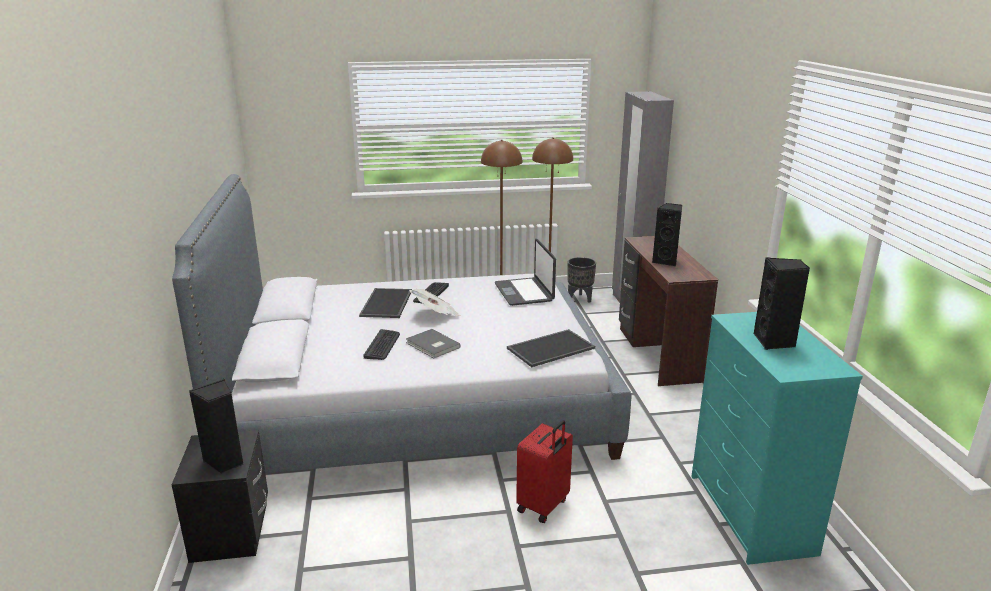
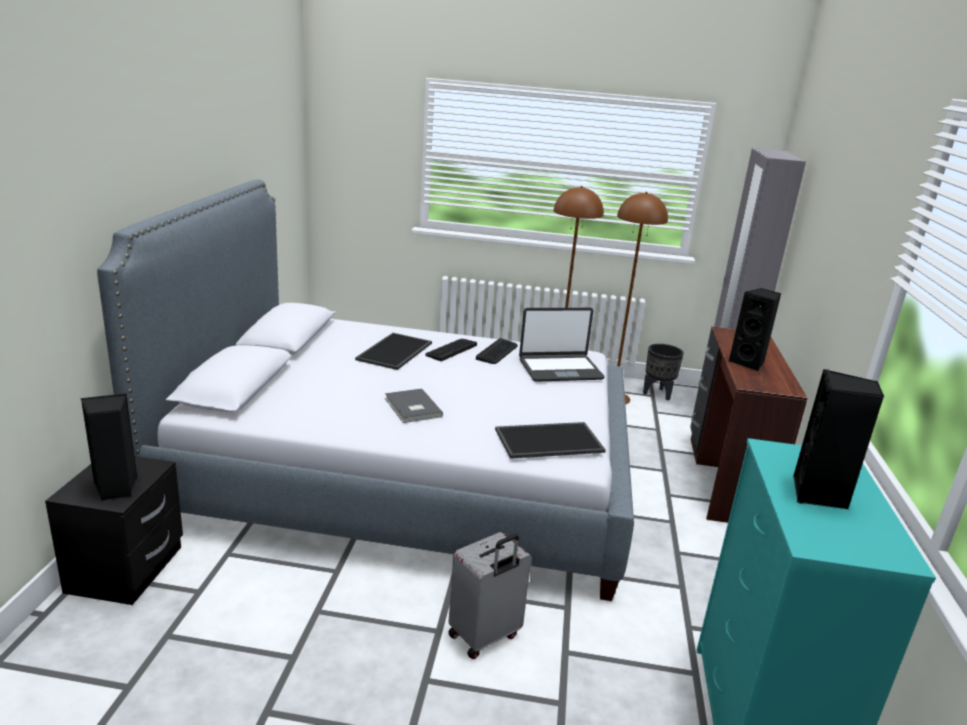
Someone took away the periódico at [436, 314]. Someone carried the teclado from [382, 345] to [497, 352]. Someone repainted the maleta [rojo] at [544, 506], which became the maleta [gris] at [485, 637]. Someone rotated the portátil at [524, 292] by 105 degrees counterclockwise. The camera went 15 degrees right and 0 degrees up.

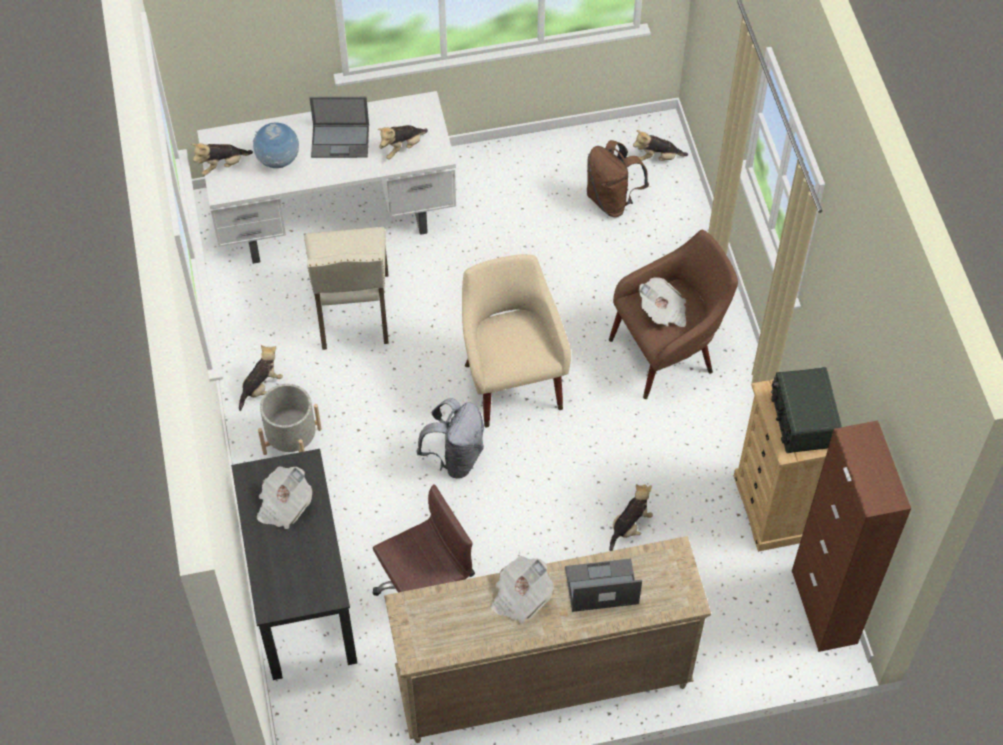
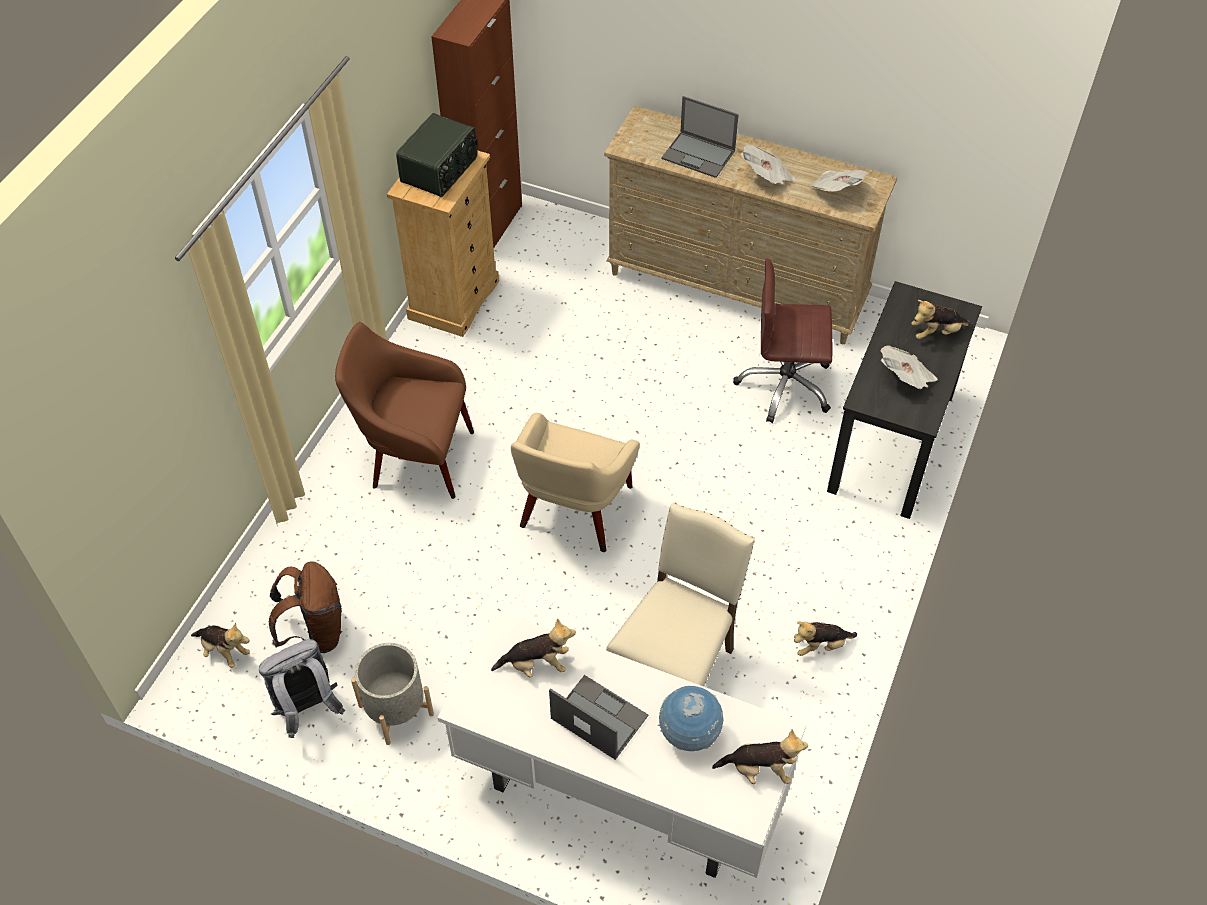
Someone carried the maceta [gris] from [292, 441] to [396, 710]. Someone carried the mochila [gris] from [455, 457] to [307, 709]. Someone carried the peluche from [630, 526] to [936, 332]. Someone carried the periódico from [663, 312] to [836, 190]. The camera went 145 degrees left and 5 degrees down.

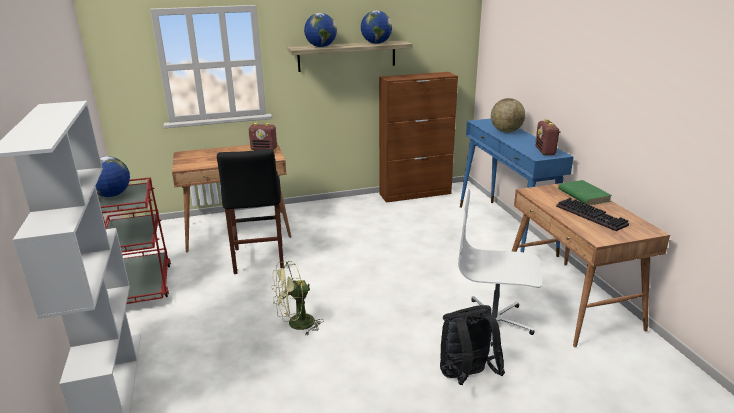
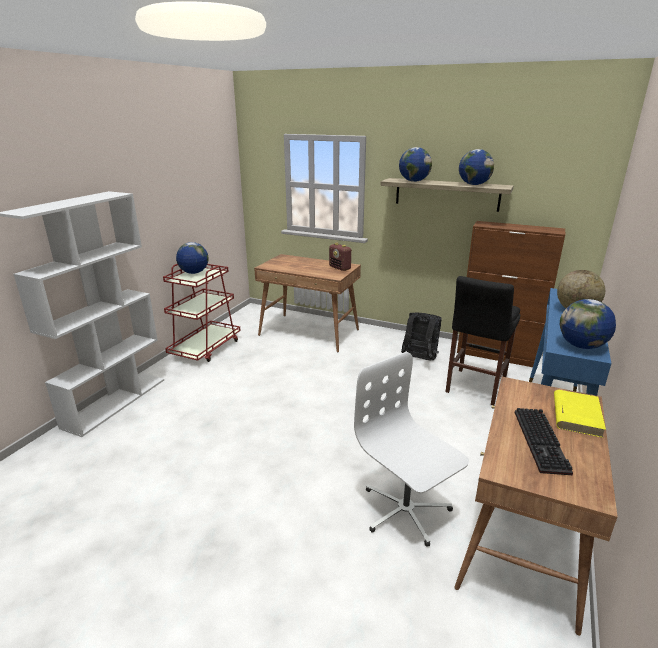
Someone took away the ventilador [verde] at [296, 325]. Someone carried the taburete [negro] from [258, 260] to [474, 388]. Someone carried the mochila [negro] from [466, 376] to [419, 359]. Someone swapped the radio at [545, 151] for the globo terráqueo at [581, 346]. Someone repainted the libro [verde] at [583, 195], which became the libro [amarillo] at [576, 415]. The camera went 40 degrees right and 0 degrees up.

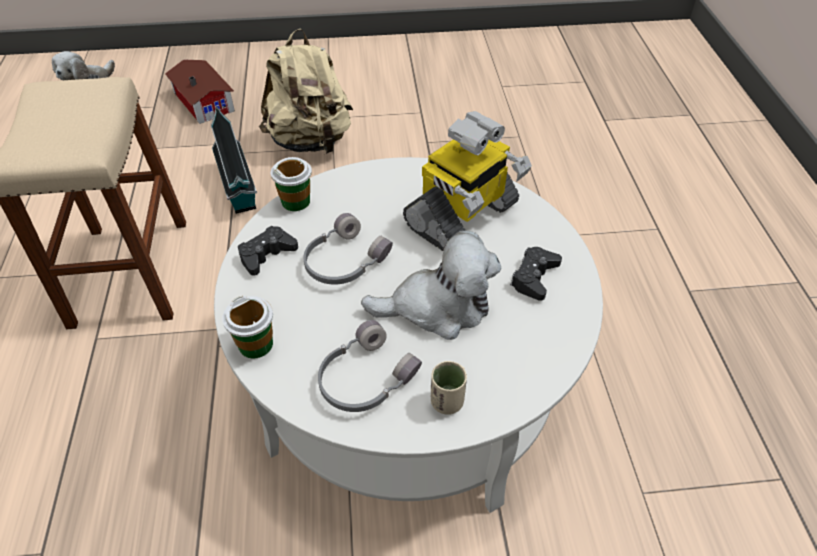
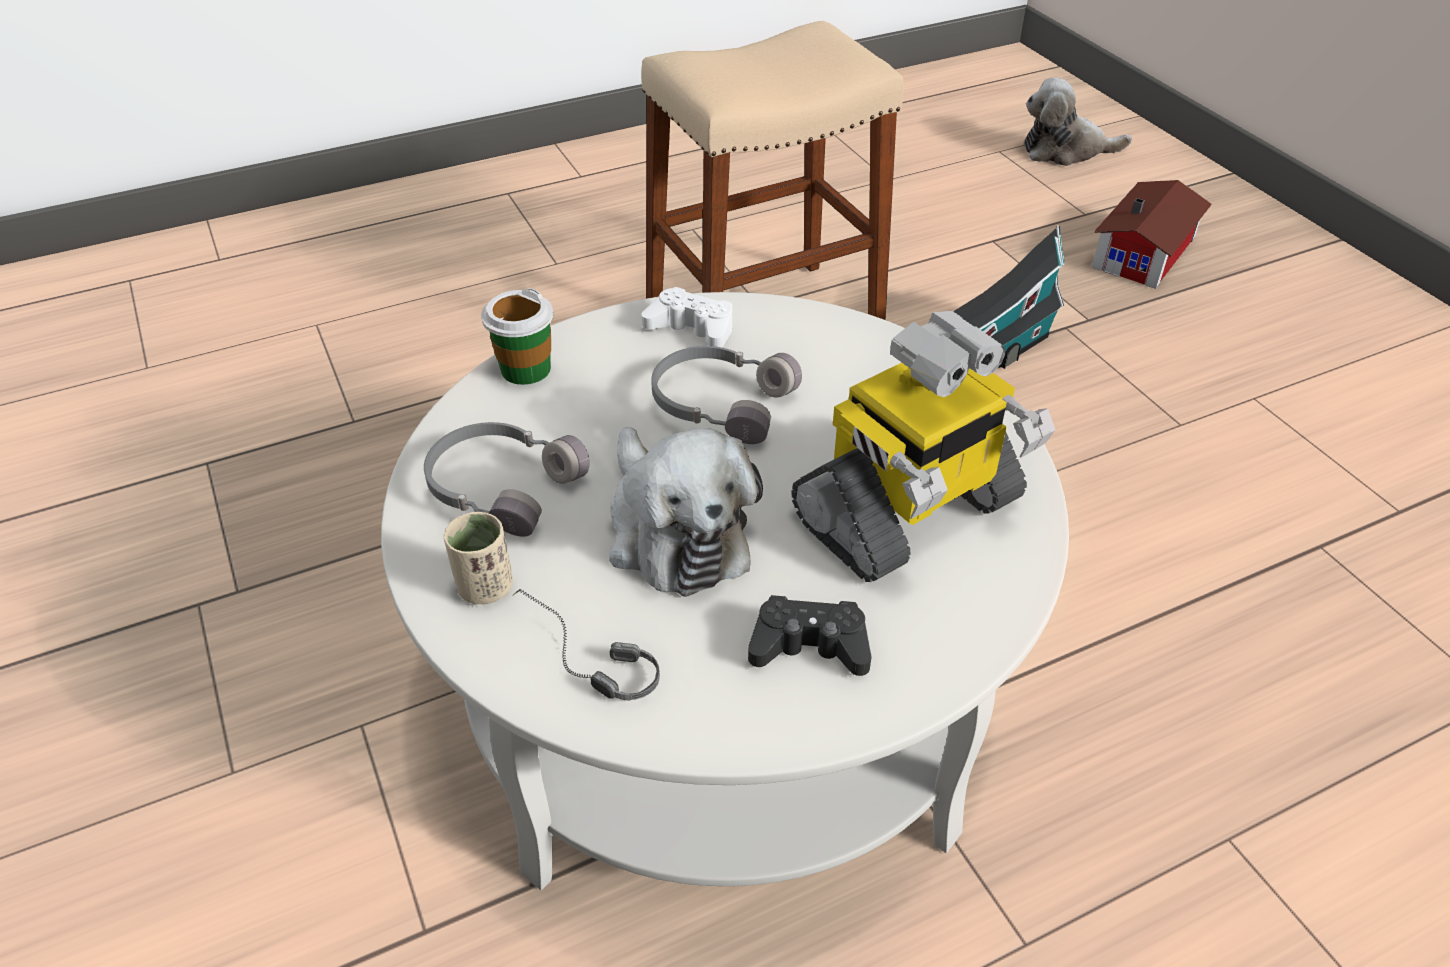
Someone took away the mochila [beis] at [310, 141]. Someone took away the taza at [296, 201]. Someone put down the auriculares at [580, 661]. Someone repainted the mando de consola [negro] at [266, 255], which became the mando de consola [blanco] at [692, 328]. Someone rotated the robot de juguete at [462, 217] by 60 degrees counterclockwise. The camera went 70 degrees right and 5 degrees down.

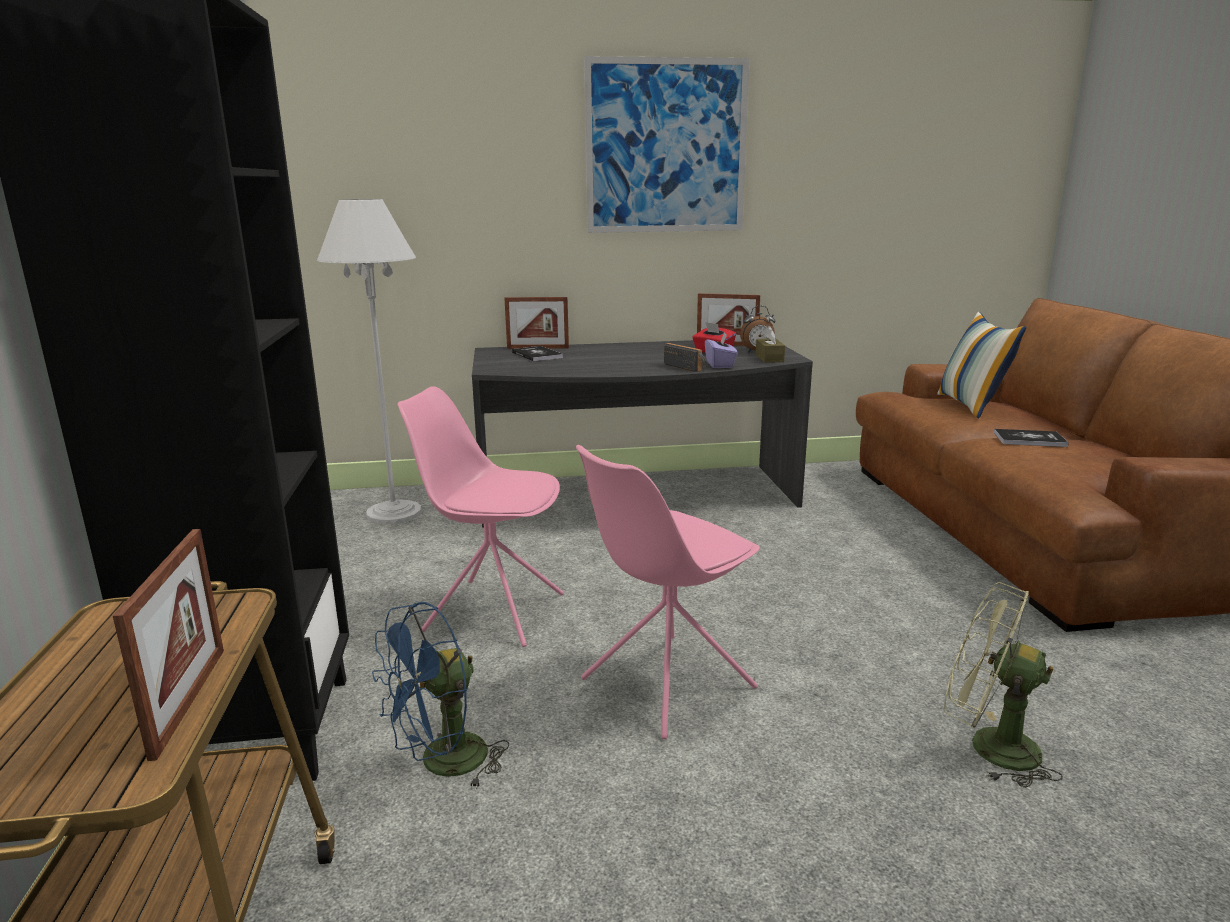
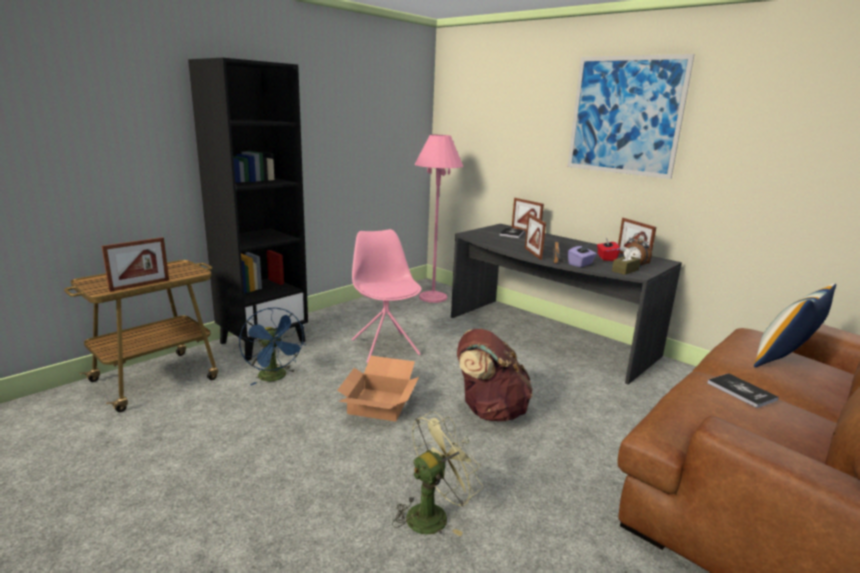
Someone put down the mochila [marrón] at [489, 411]. Someone put down the portarretratos at [532, 253]. Someone swapped the silla [rosa] at [665, 684] for the caja de cartón at [378, 403]. Someone repainted the lámpara de pie [blanco] at [394, 513], which became the lámpara de pie [rosa] at [433, 297]. Someone rotated the ventilador [azul] at [442, 764] by 135 degrees counterclockwise. Someone rotated the ventilador [verde] at [988, 746] by 60 degrees clockwise. The camera went 50 degrees right and 0 degrees up.

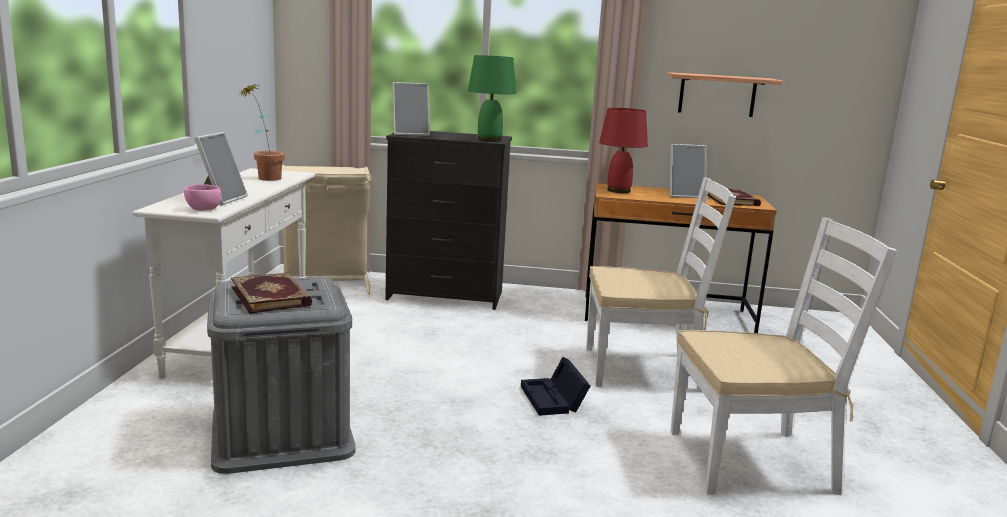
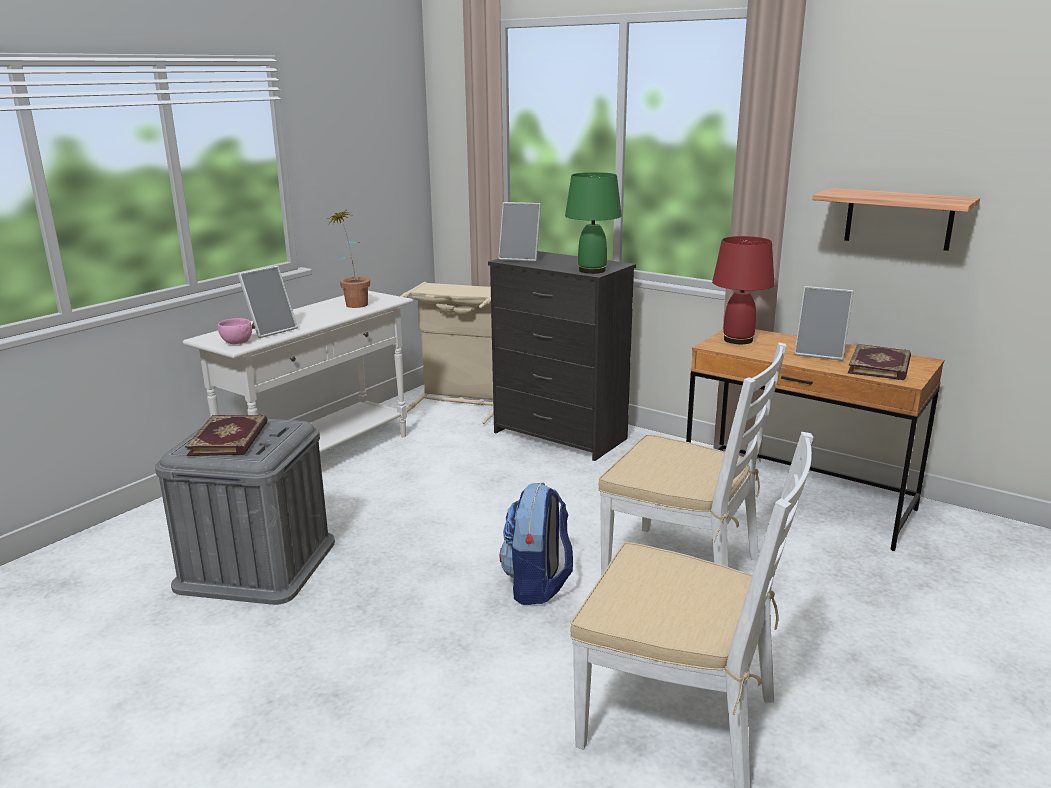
Someone swapped the caja de almacenaje [negro] at [554, 399] for the mochila at [537, 585]. The camera went 30 degrees right and 5 degrees up.

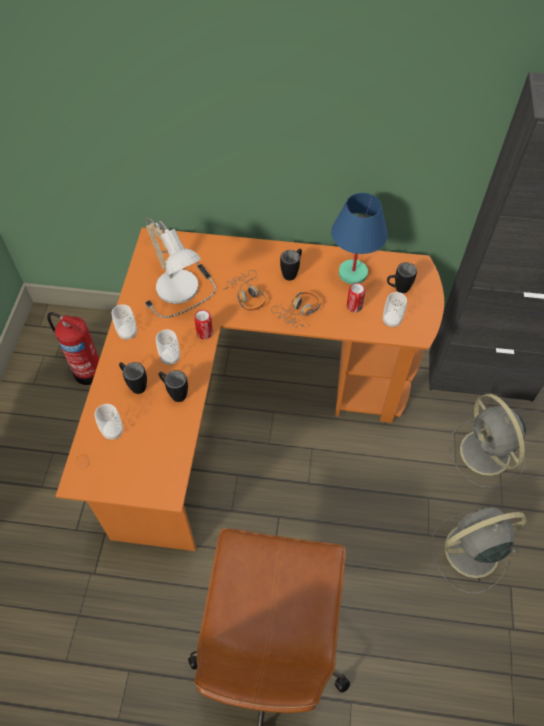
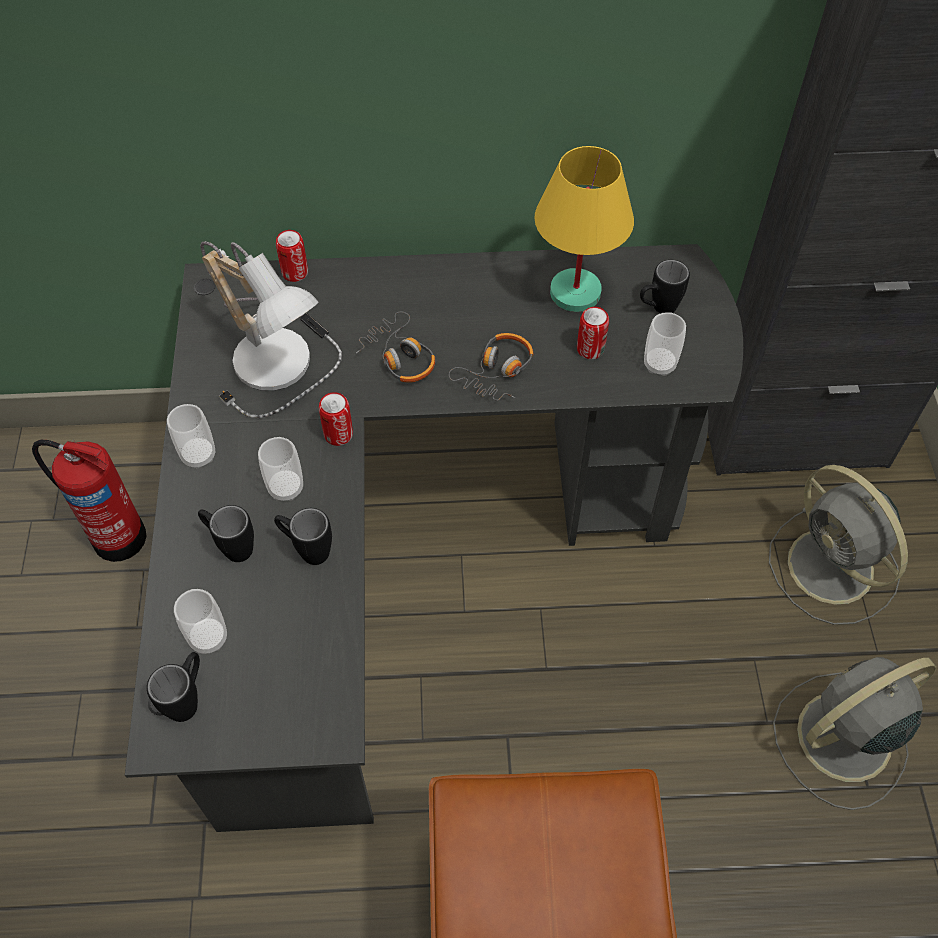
Someone put down the lata at [295, 272]. Someone carried the taza grande [negro] from [292, 272] to [188, 698]. Someone repainted the escritorio [naranja] at [244, 407], which became the escritorio [negro] at [409, 555]. Someone repainted the lámpara de mesa [azul] at [352, 274], which became the lámpara de mesa [amarillo] at [575, 293]. The camera went 10 degrees left and 0 degrees up.

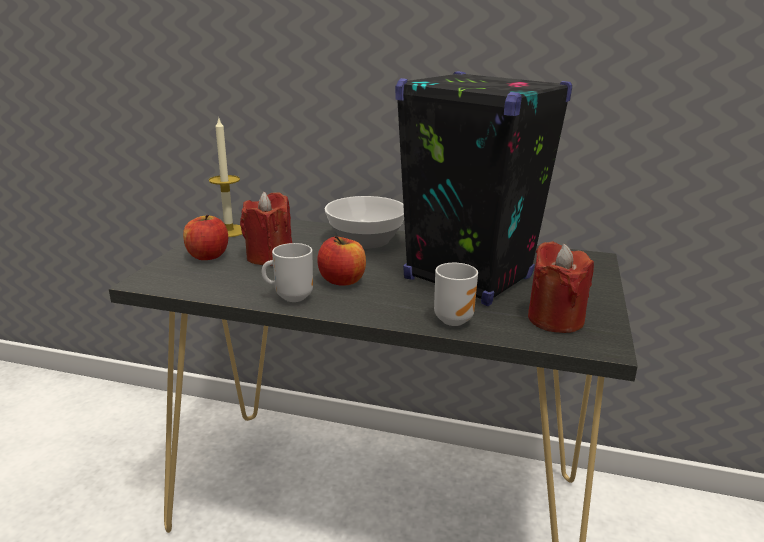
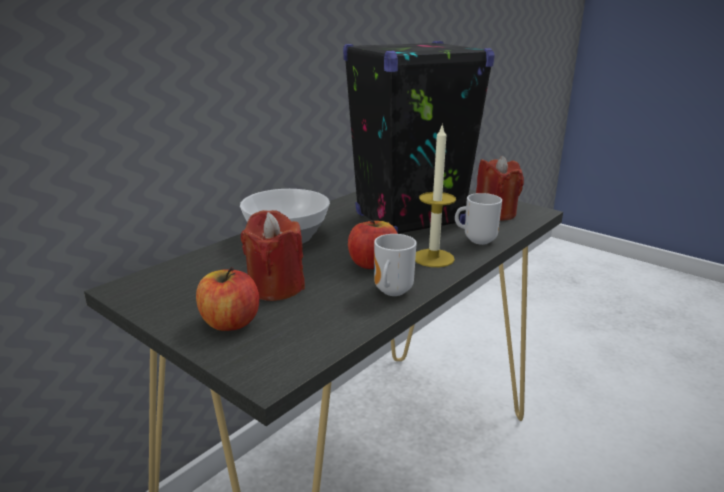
Someone carried the vela from [229, 231] to [433, 258]. The camera went 65 degrees left and 0 degrees up.

